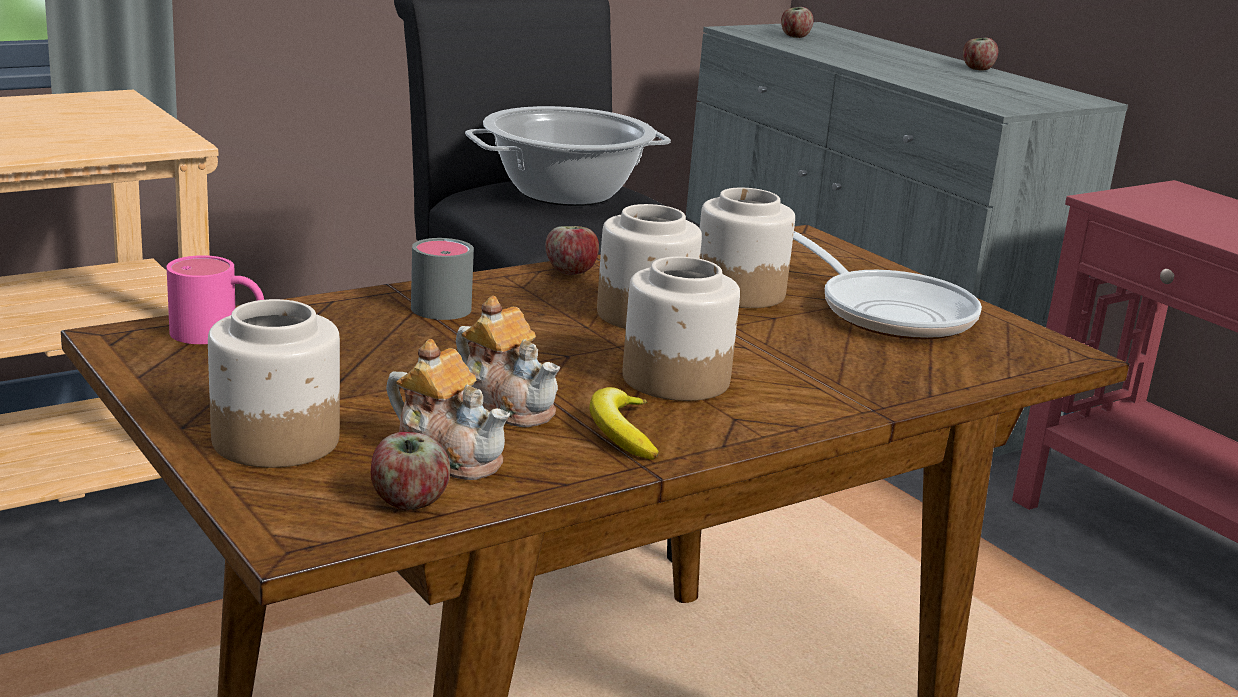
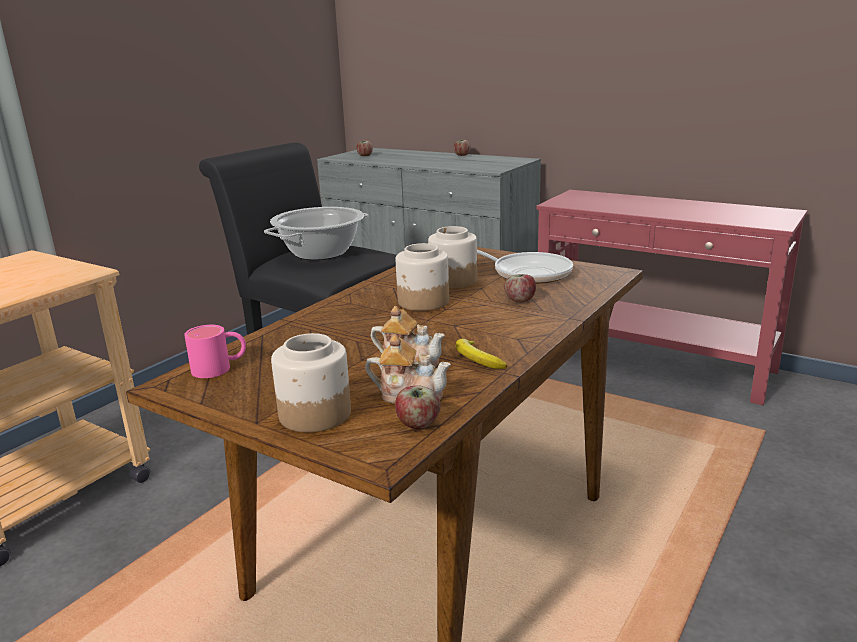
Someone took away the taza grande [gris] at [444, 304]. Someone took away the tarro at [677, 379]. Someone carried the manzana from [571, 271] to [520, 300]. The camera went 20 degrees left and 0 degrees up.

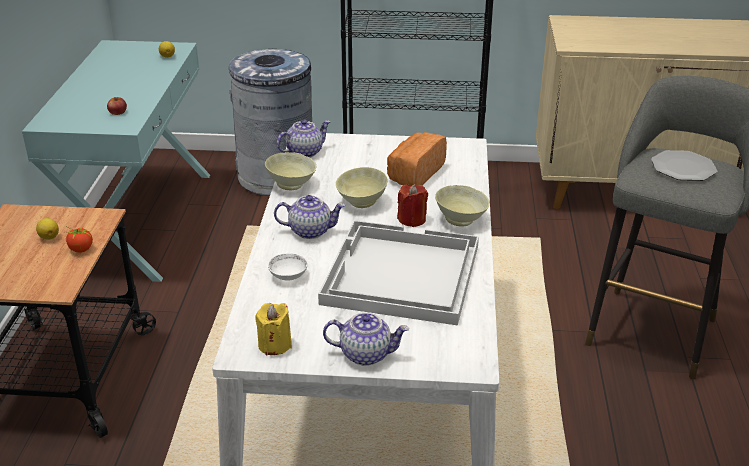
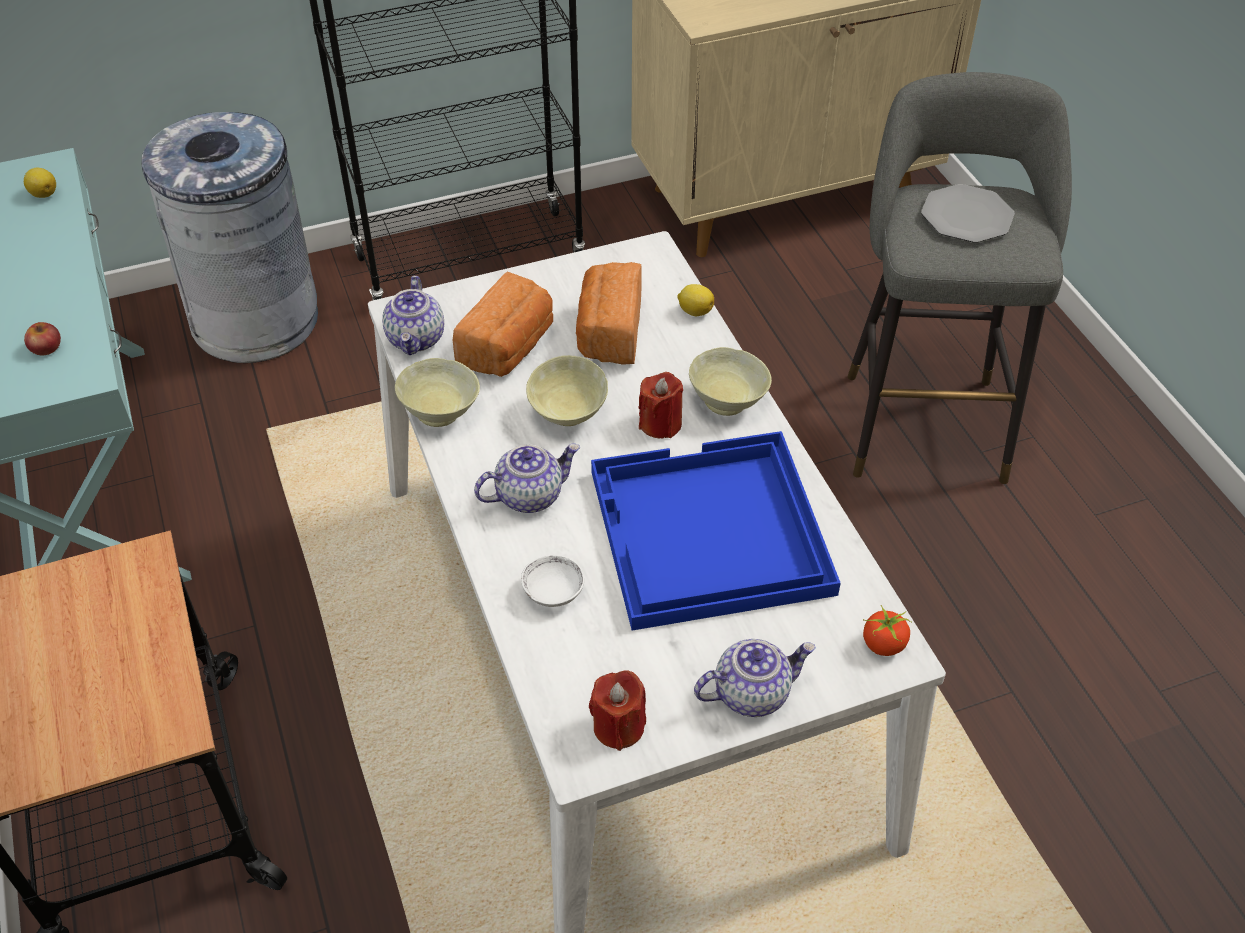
Someone put down the pan at [509, 347]. Someone carried the limón from [49, 237] to [694, 311]. Someone carried the tomate from [81, 249] to [883, 645]. Someone repainted the vela [amarillo] at [275, 345], which became the vela [rojo] at [618, 726]. Someone repainted the bandeja [blanco] at [400, 275], which became the bandeja [azul] at [708, 534]. Someone rotated the tetera at [304, 152] by 150 degrees clockwise. The camera went 25 degrees left and 15 degrees up.

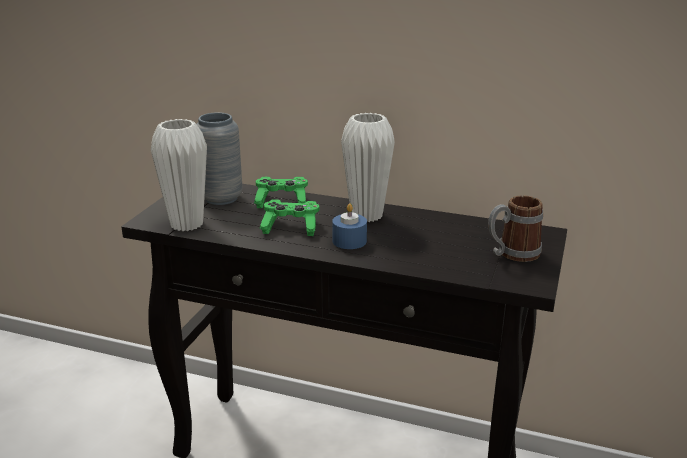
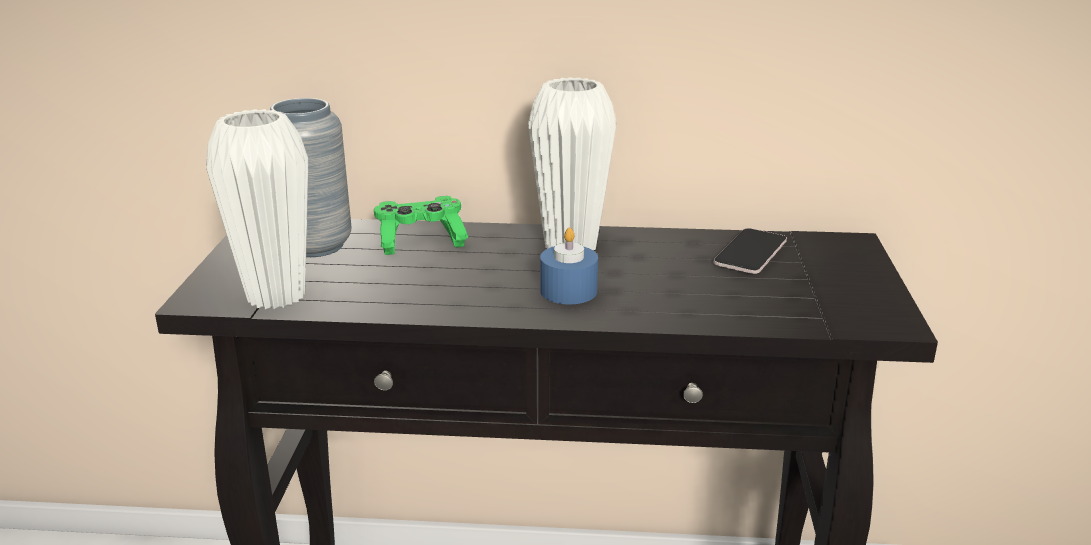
Someone took away the mando de consola [verde] at [291, 227]. Someone took away the taza grande at [512, 254]. Someone put down the móvil at [750, 252]. The camera went 15 degrees left and 0 degrees up.

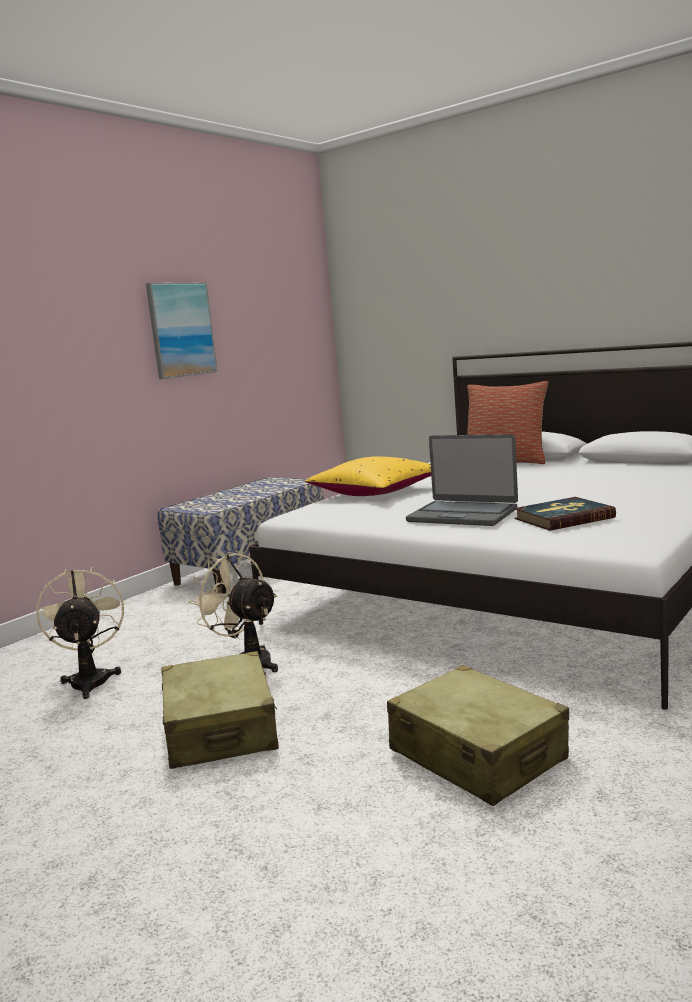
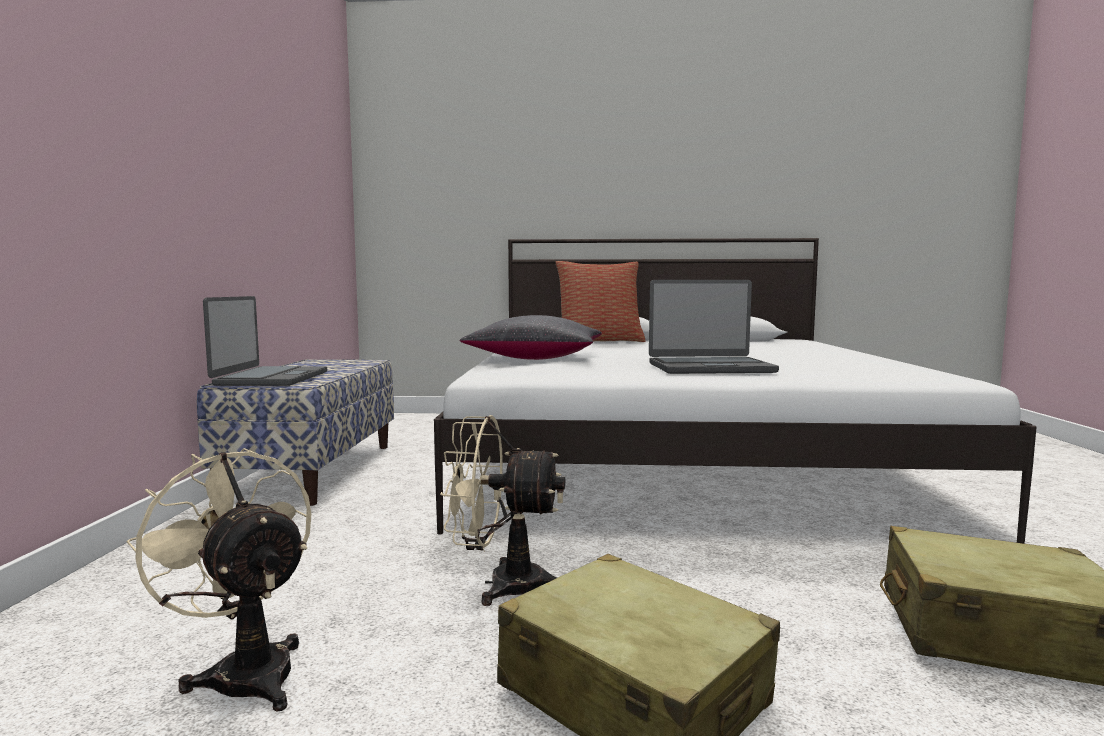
Someone took away the cuadro at [181, 329]. Someone took away the libro at [563, 518]. Someone put down the portátil at [270, 378]. Someone repainted the cojín [amarillo] at [375, 492], which became the cojín [negro] at [535, 358]. The camera went 35 degrees left and 5 degrees down.

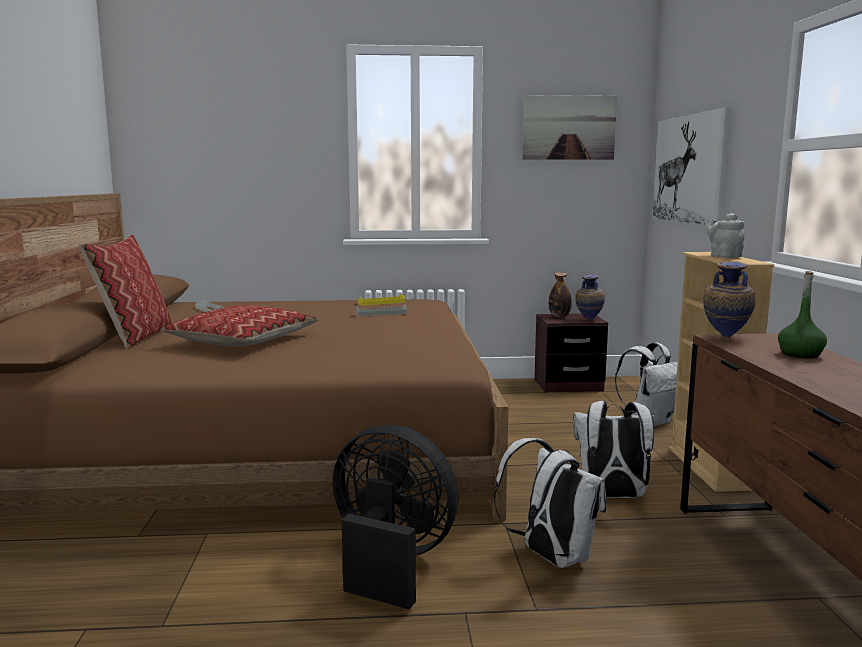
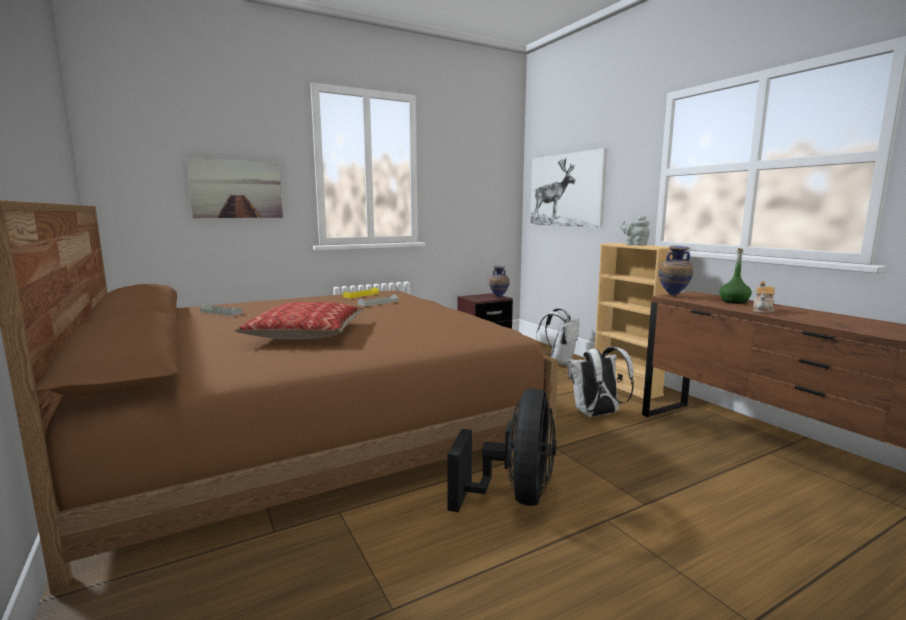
Someone took away the cojín at [134, 337]. Someone took away the mochila [blanco] at [550, 557]. Someone took away the botella at [559, 316]. Someone put down the tetera at [762, 311]. Someone carried the cuadro from [569, 127] to [236, 189]. Someone rotated the ventilador [negro] at [390, 562] by 105 degrees clockwise. The camera went 25 degrees left and 0 degrees up.

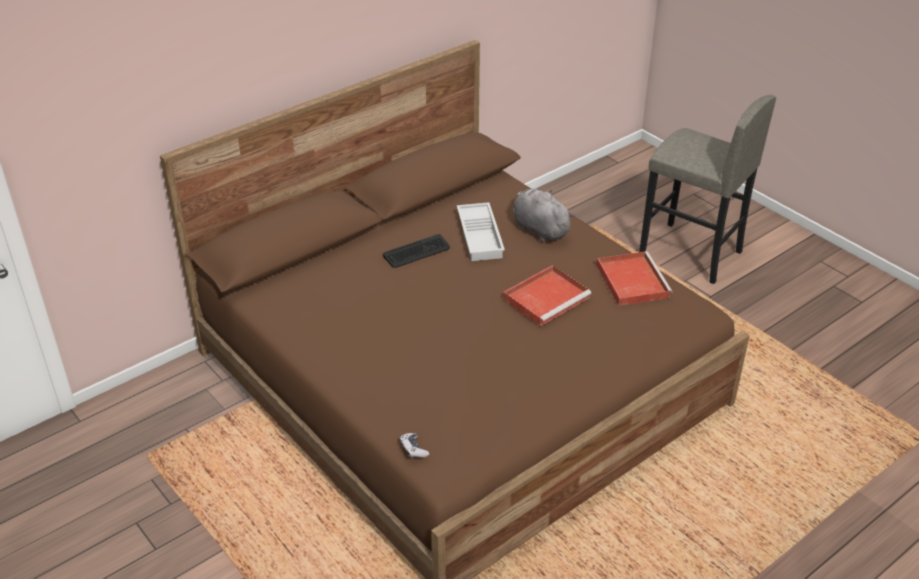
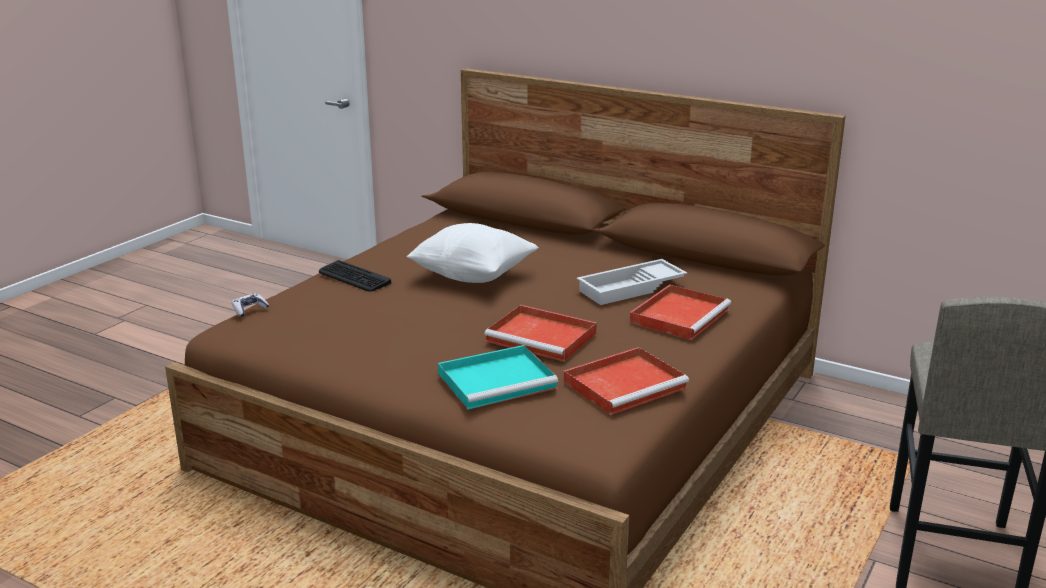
Someone put down the cojín [blanco] at [473, 276]. Someone put down the bandeja [turquesa] at [498, 380]. Someone carried the teclado from [417, 252] to [354, 277]. Someone swapped the peluche [gris] at [539, 229] for the bandeja [rojo] at [680, 315]. The camera went 70 degrees right and 15 degrees down.

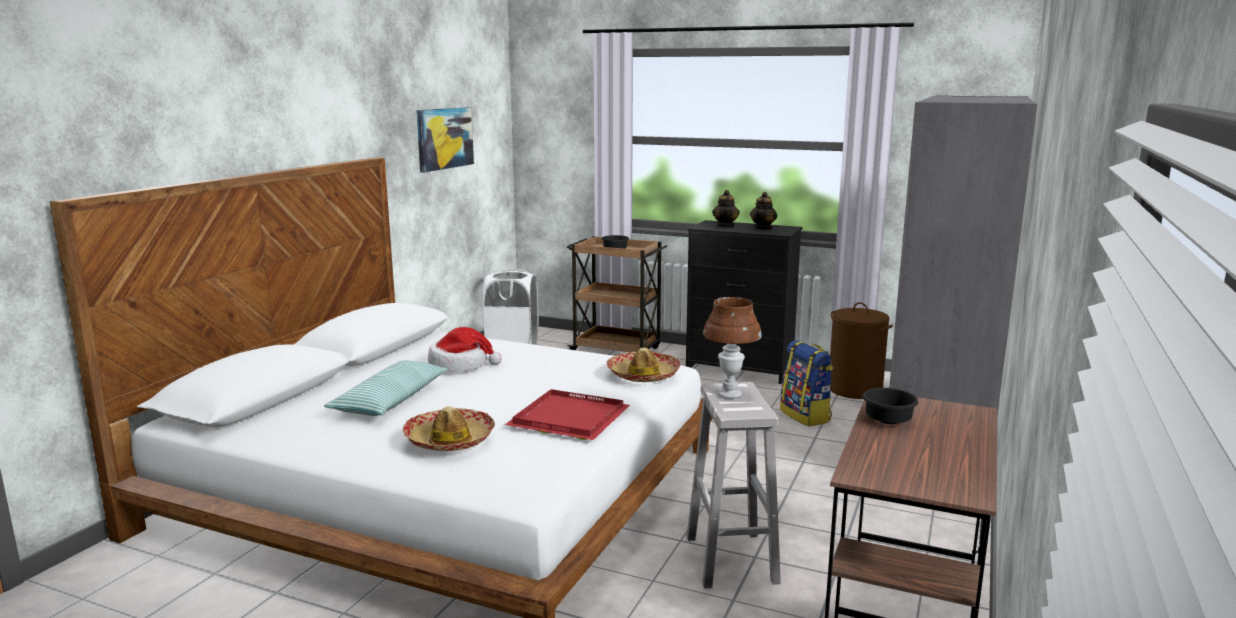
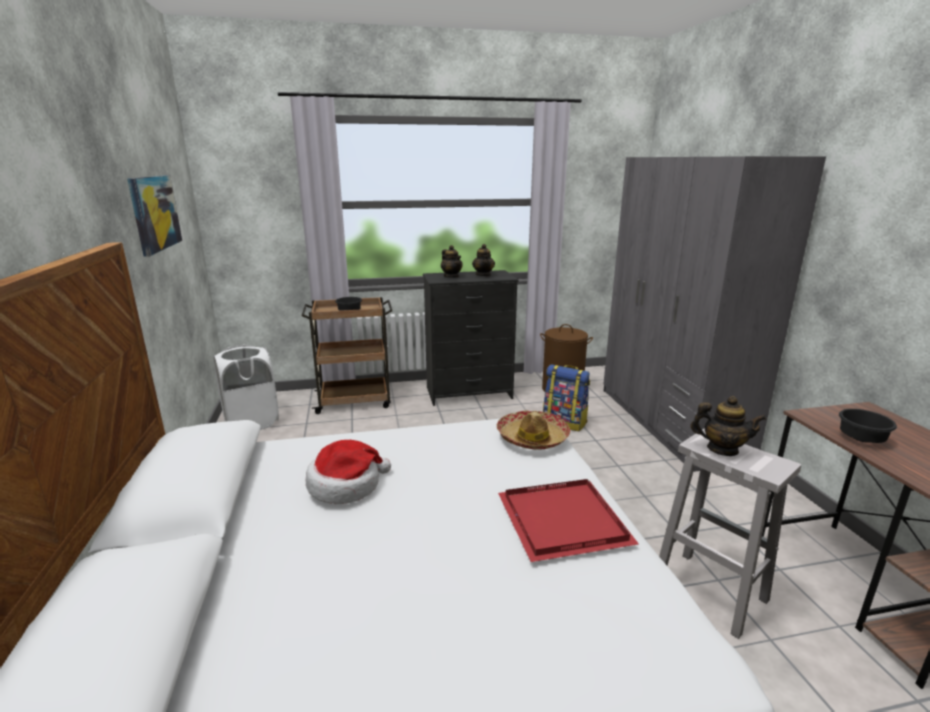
Someone took away the cojín at [391, 400]. Someone took away the sombrero at [449, 440]. Someone swapped the lámpara de mesa [marrón] at [729, 394] for the tetera at [722, 449]. The camera went 35 degrees left and 5 degrees up.

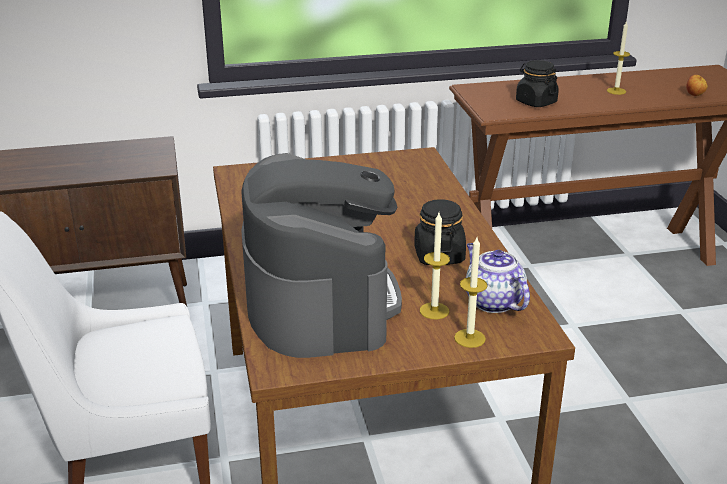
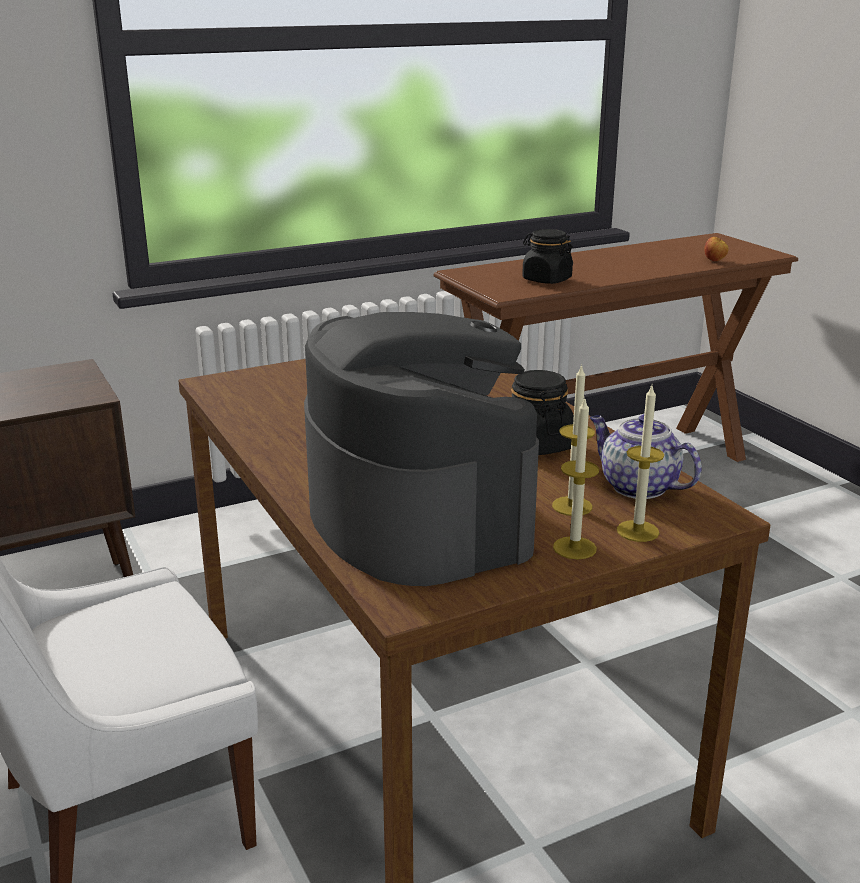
Someone carried the vela from [616, 91] to [574, 548]. The camera went 15 degrees left and 5 degrees down.

